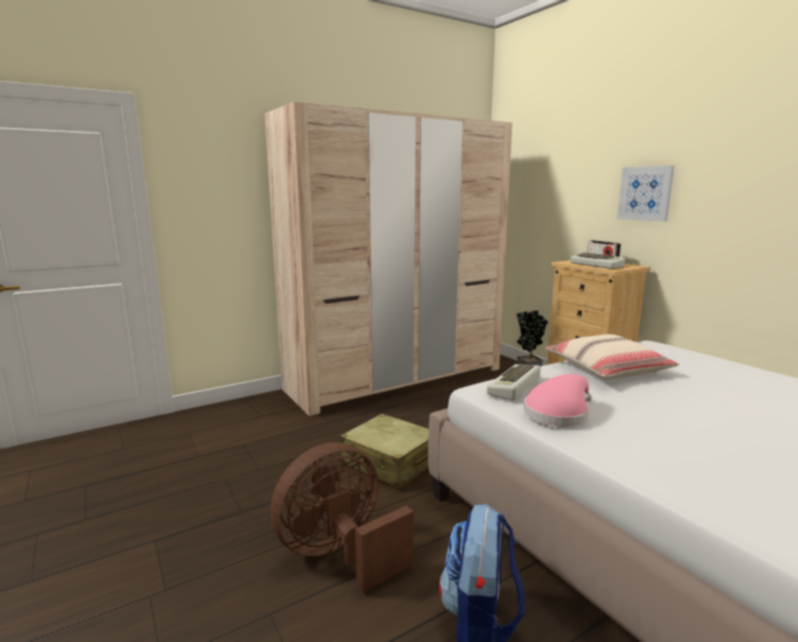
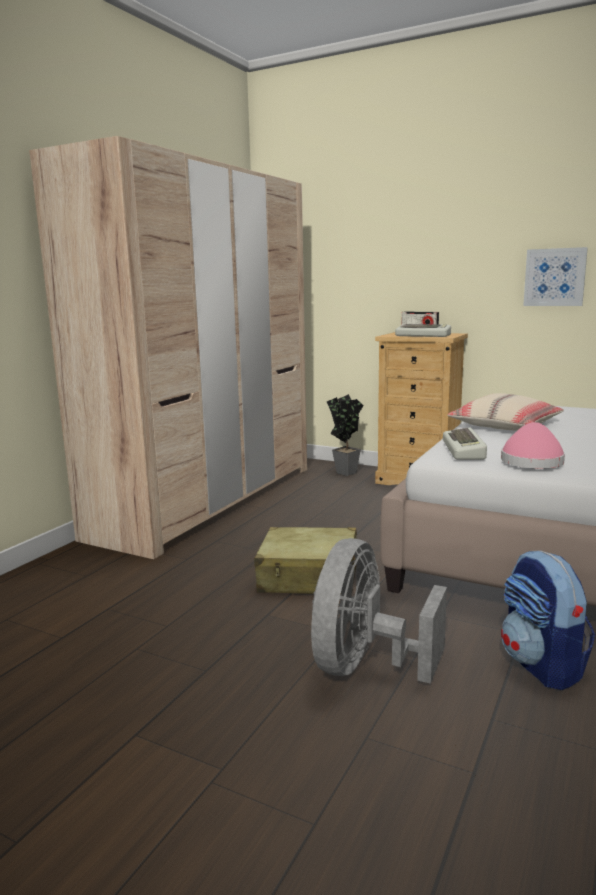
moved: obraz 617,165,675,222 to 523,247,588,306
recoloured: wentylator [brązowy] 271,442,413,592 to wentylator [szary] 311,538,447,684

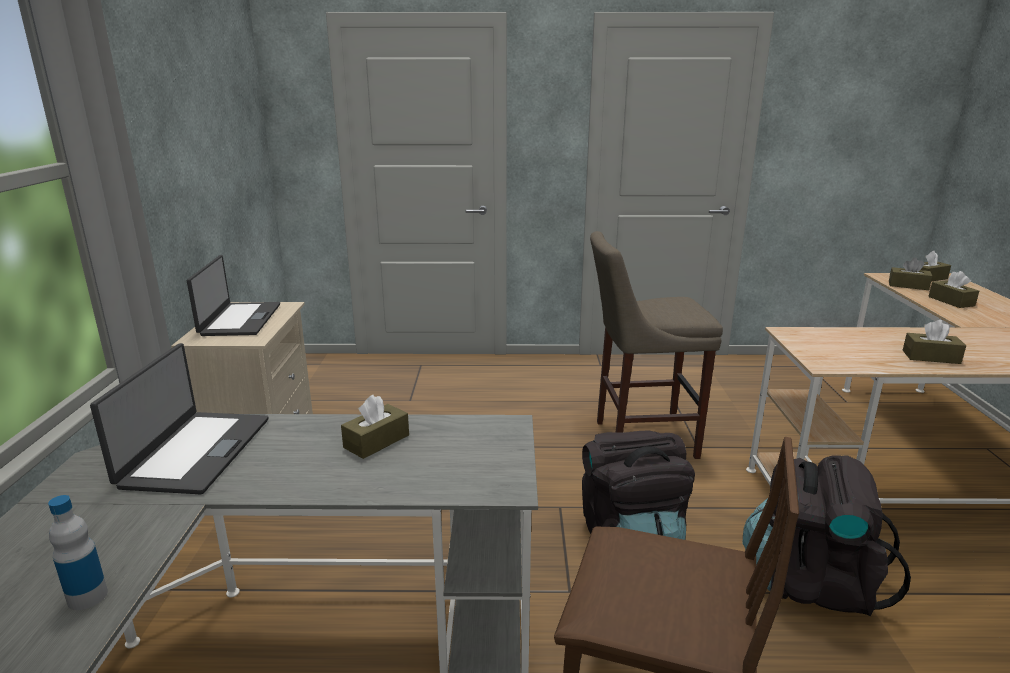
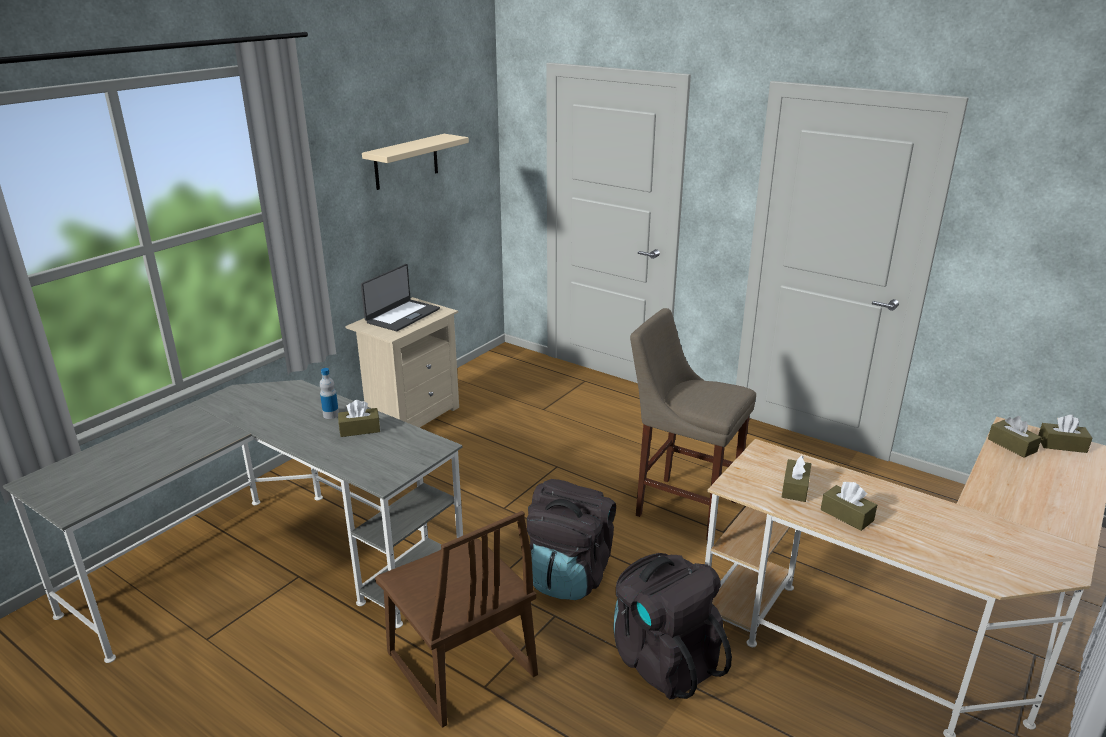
removed: laptop 90,343,268,494
added: półka [beżowy] 362,134,469,190
moved: butelka 48,495,108,610 to 320,368,339,419; pudełko chusteczek [brązowy] 928,271,979,308 to 782,455,811,502

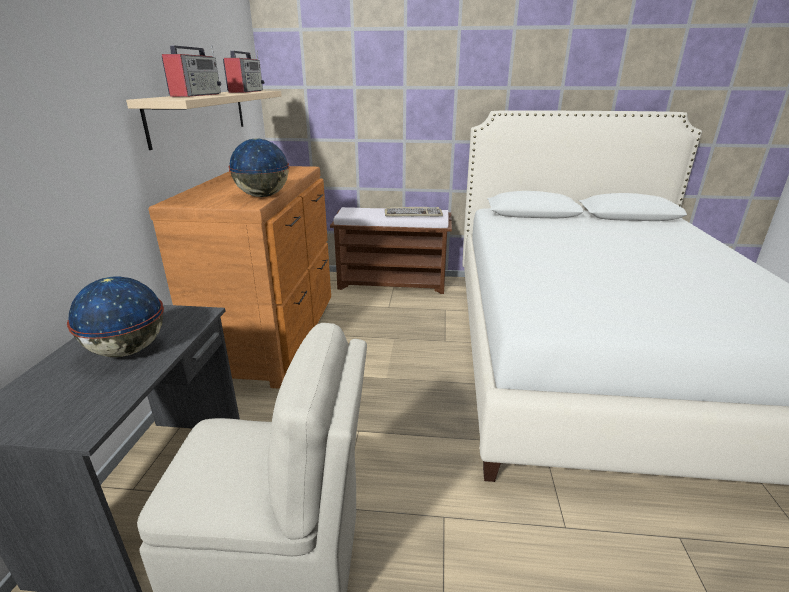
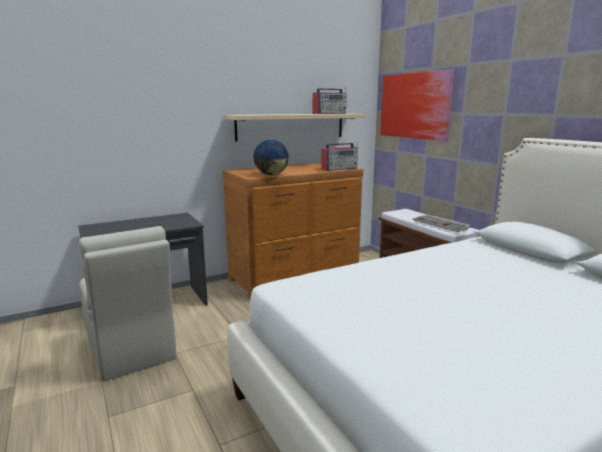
removed: globus 67,276,164,357
added: obraz 380,70,454,141
moved: radio 162,45,221,97 to 321,143,358,171

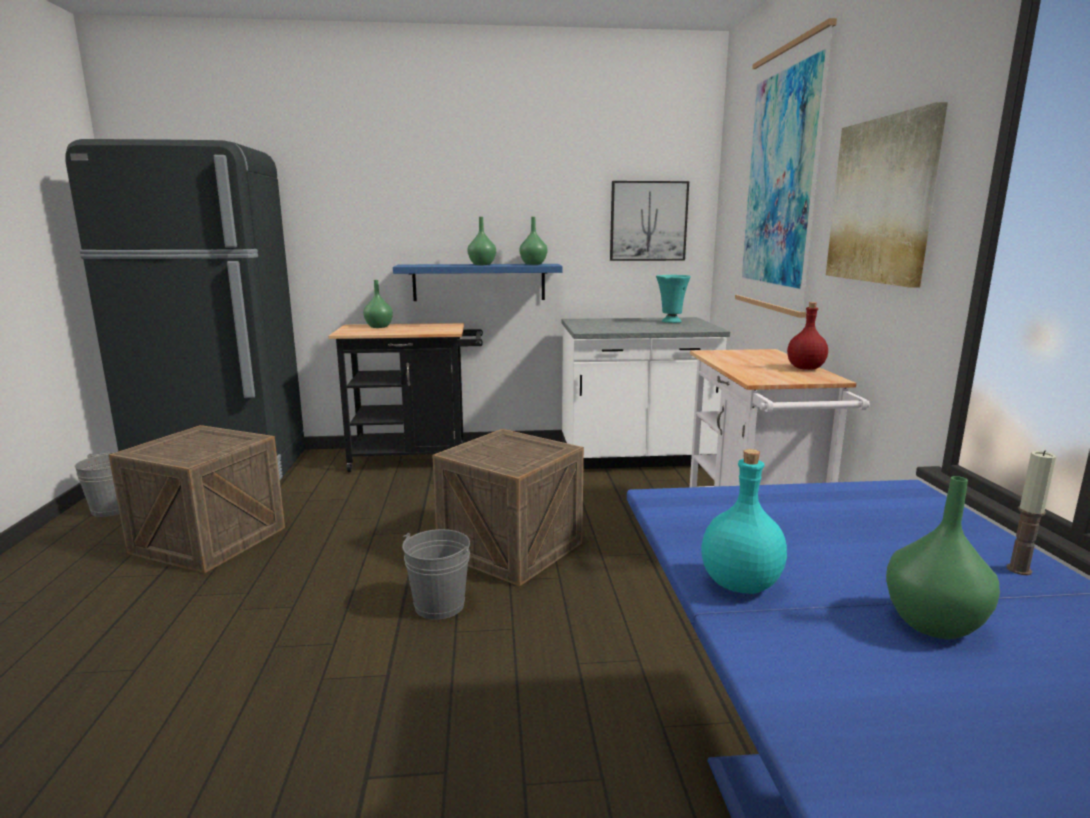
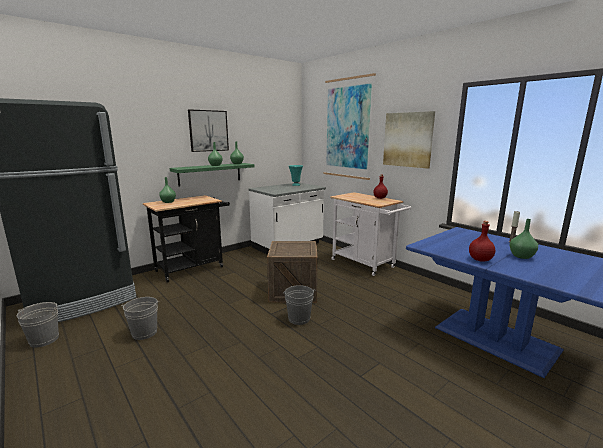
moved: obraz 610,181,689,261 to 188,109,229,152
replaced: skrzynka 109,425,285,573 to wiadro [szary] 120,297,159,340
recoloured: półka [niebieski] 393,264,562,301 to półka [zielony] 170,163,254,187; butelka [turkusowy] 701,449,787,594 to butelka [czerwony] 469,221,495,261

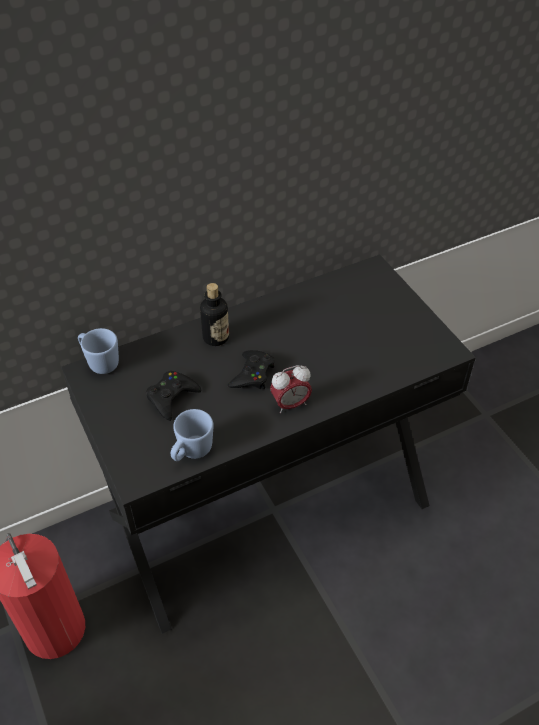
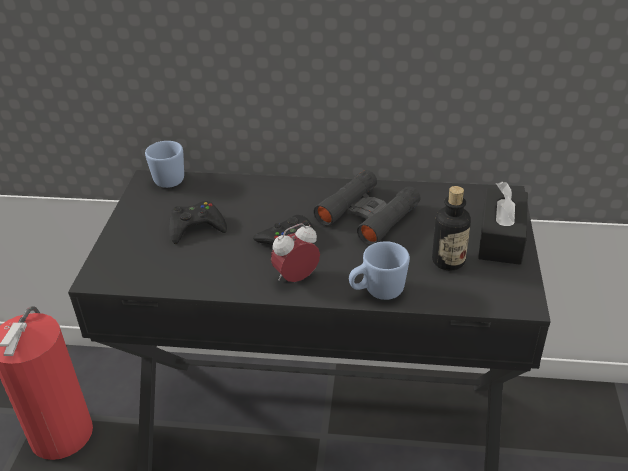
added: lornetka [czarny] 314,170,421,245; pudełko chusteczek [czarny] 478,182,528,265
moved: kubek [niebieski] 171,409,214,461 to 349,241,410,300; butelka 200,283,229,346 to 432,186,471,271
turned: budzik 270,365,312,413 = 271,223,320,282 135 degrees clockwise

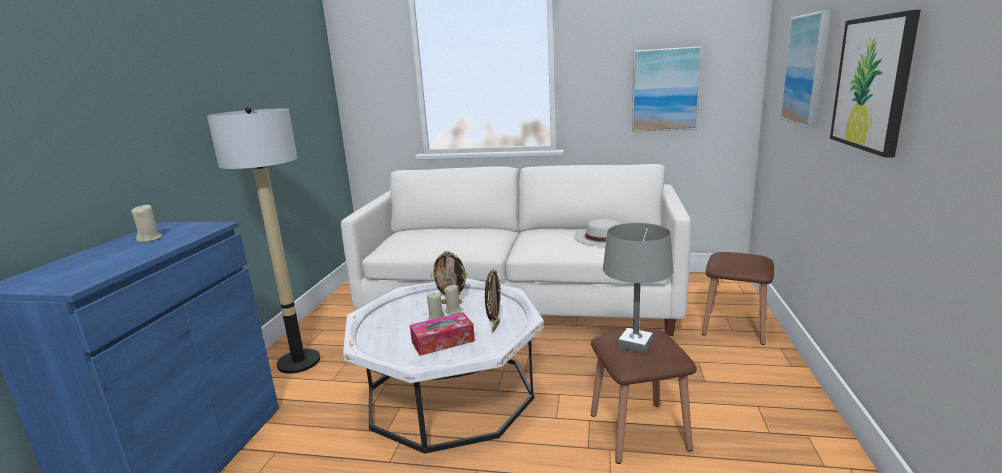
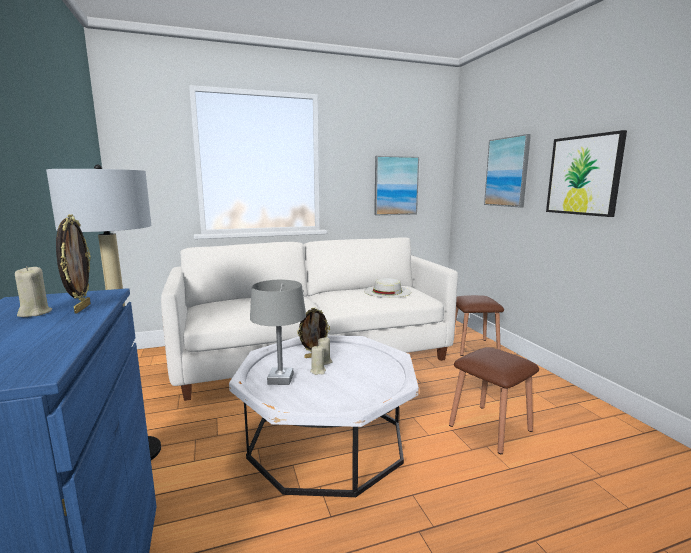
removed: pudełko chusteczek 410,312,475,356
moved: ramka na zdjęcie 485,269,501,332 to 56,214,91,314; lampa stołowa [szary] 603,223,673,354 to 250,280,306,385

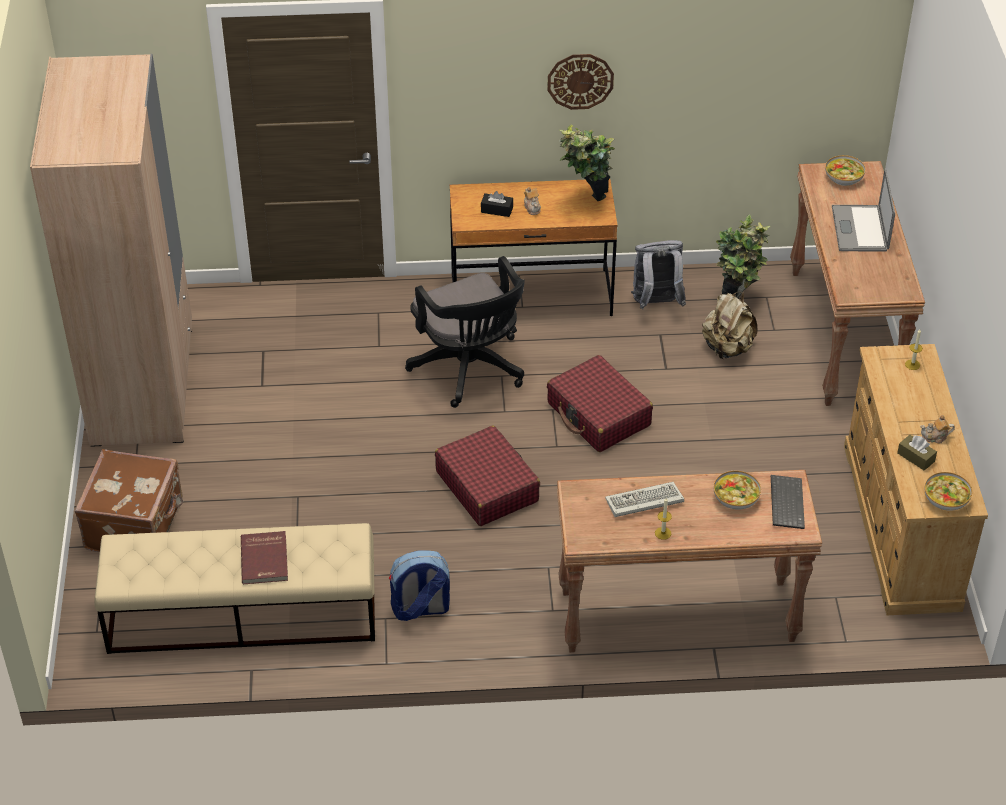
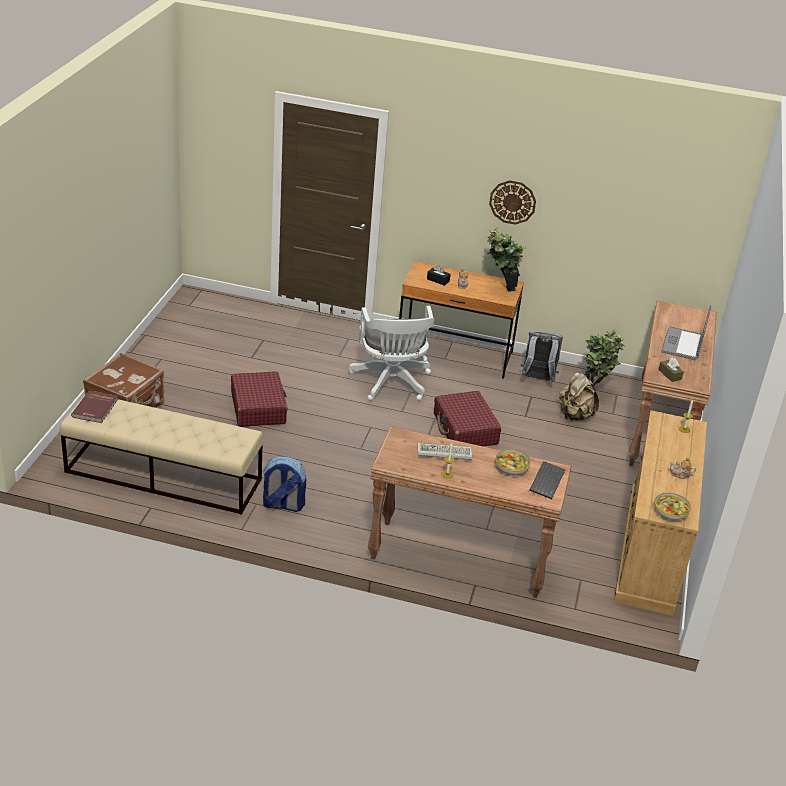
removed: szafa [beżowy] 30,54,192,447; miska 825,155,866,186
moved: książka [czerwony] 241,531,288,584 to 71,391,118,423; walizka [czerwony] 435,426,540,526 to 231,371,287,427; pudełko chusteczek [brązowy] 897,435,937,471 to 658,357,684,382
recoloured: krzesło biurowe [czarny] 405,256,525,408 to krzesło biurowe [biały] 349,306,435,401

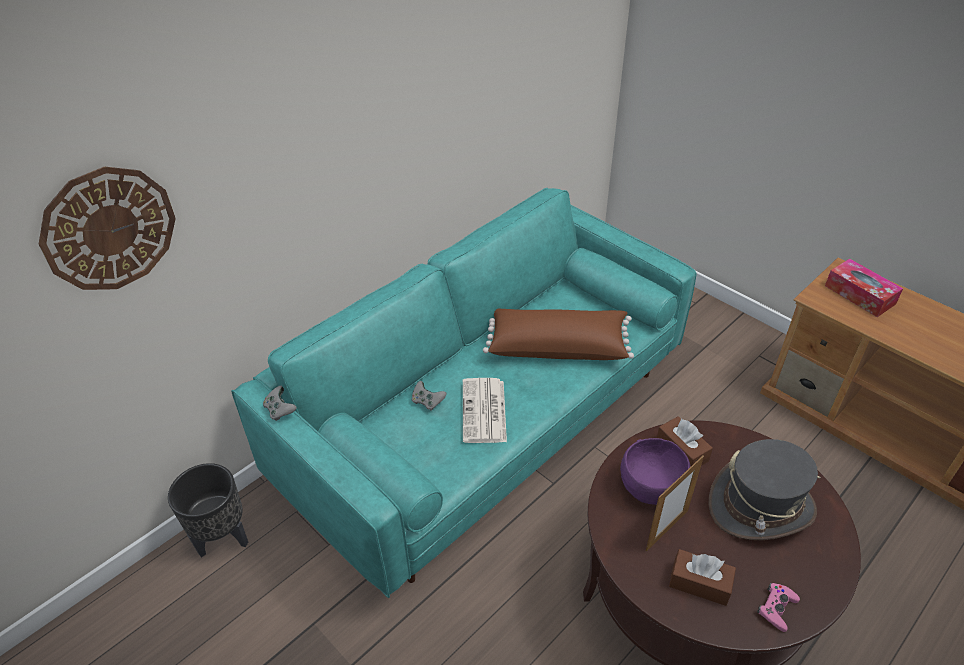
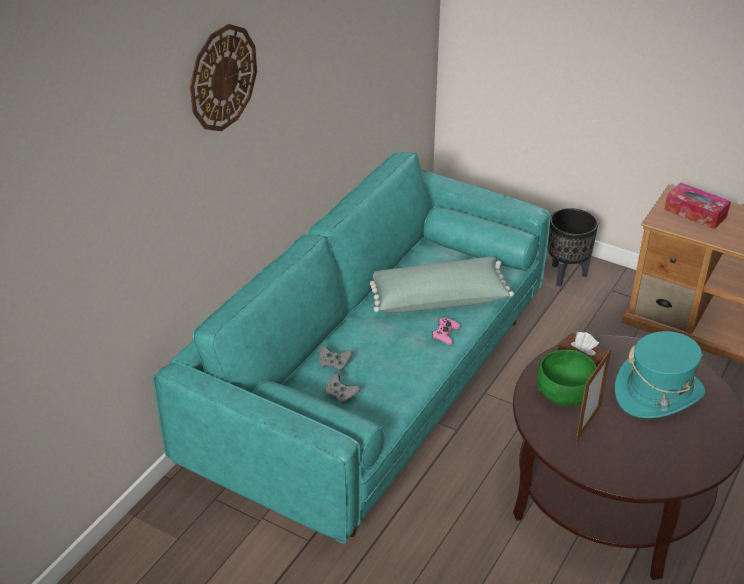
removed: gazeta 463,378,507,443; pudełko chusteczek [brązowy] 669,549,736,606
moved: zegar ścienny 39,167,176,290 to 190,24,257,131; donica [czarny] 168,463,248,558 to 548,208,598,287; pad do gier [szary] 263,386,297,421 to 325,373,360,404; pad do gier [różowy] 757,583,800,632 to 432,318,460,345
recoloured: poduszka [brązowy] 483,309,634,360 to poduszka [zielony] 370,257,514,313; miska [fioletowy] 620,438,691,505 to miska [zielony] 537,350,597,406; kapelusz [szary] 708,439,821,540 to kapelusz [turkusowy] 615,331,705,418

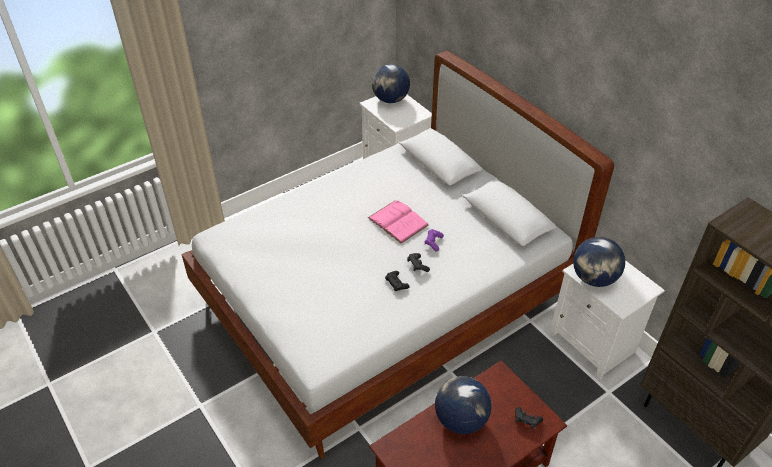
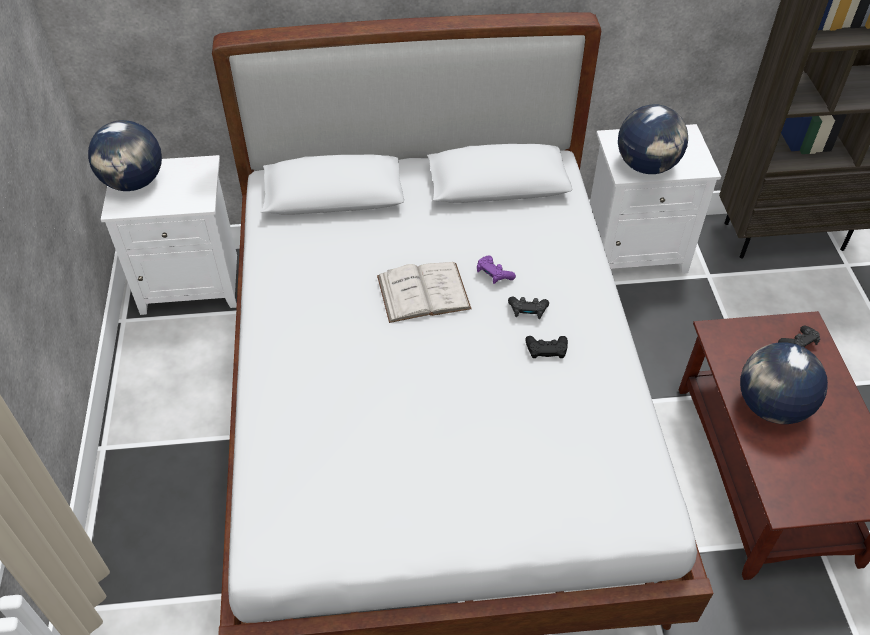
recoloured: książka [różowy] 368,201,429,244 to książka [biały] 377,262,472,323

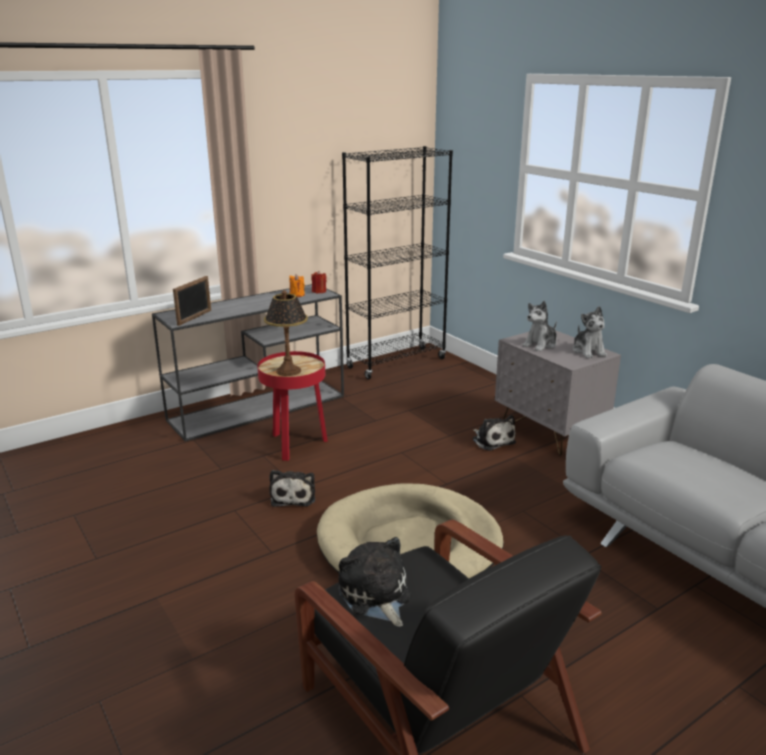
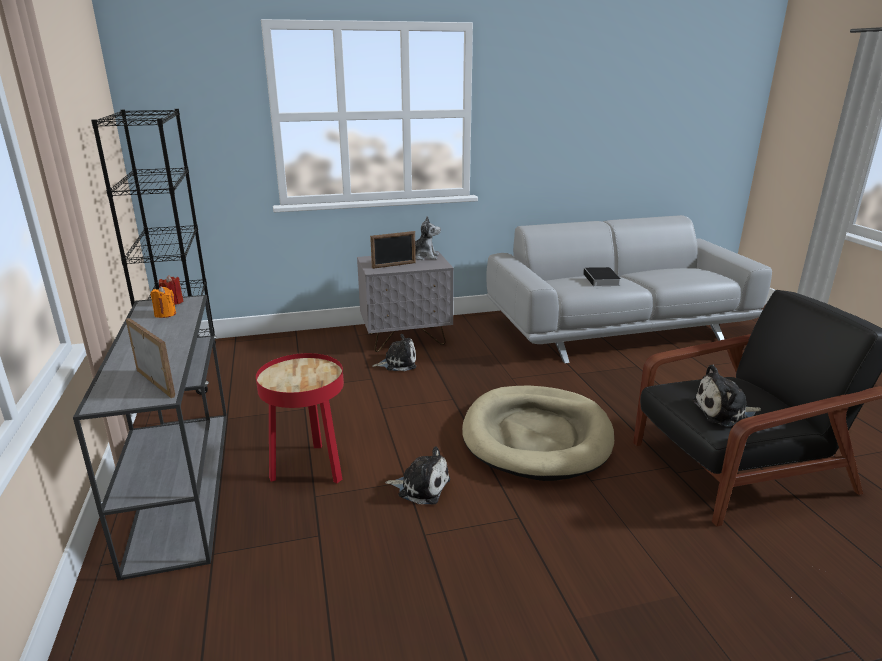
removed: lampa stołowa 264,290,308,376
added: książka 583,267,621,288
replaced: pluszak 522,301,557,351 to ramka na zdjęcie 370,231,416,269

